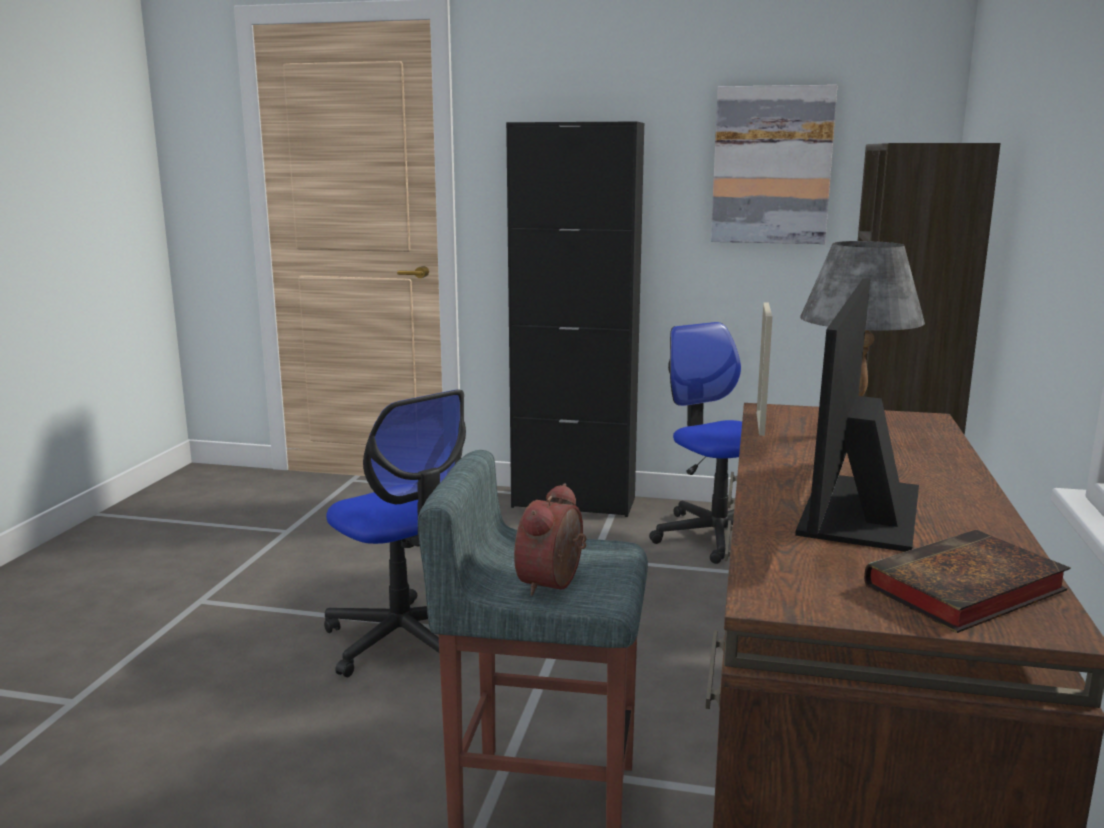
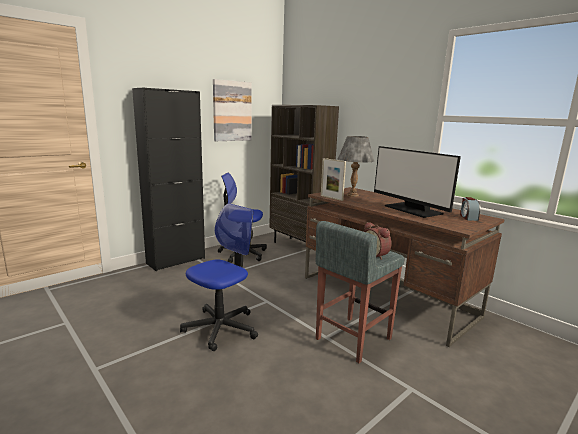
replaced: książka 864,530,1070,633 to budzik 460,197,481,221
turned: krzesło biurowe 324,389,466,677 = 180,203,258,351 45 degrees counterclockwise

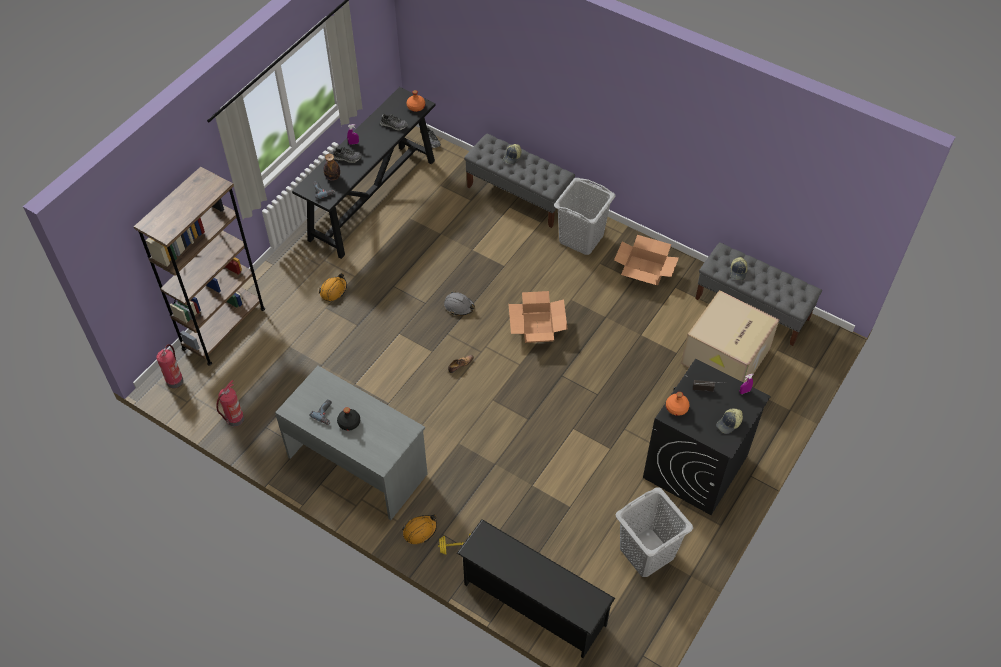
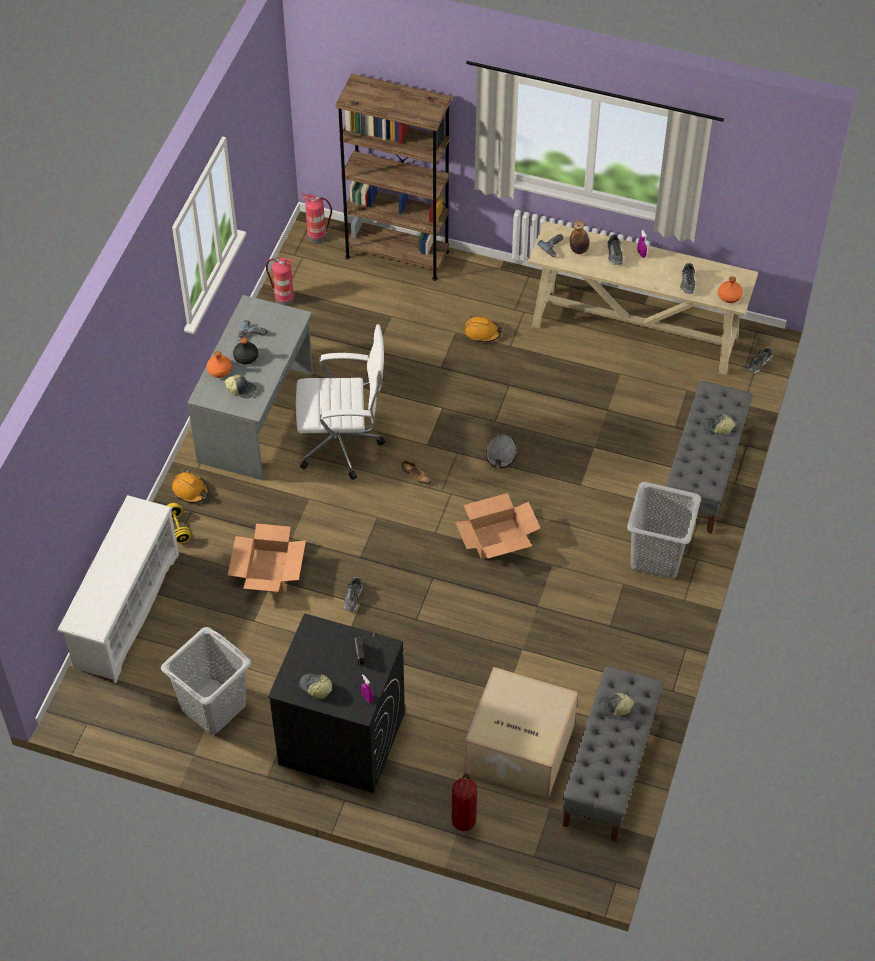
added: czapka z daszkiem 225,375,257,399; krzesło biurowe [biały] 296,324,385,480; but 344,577,363,611; gaśnica 452,773,477,831
moved: karton 614,235,679,285 to 228,524,306,592; butelka [pomarańczowy] 666,392,690,416 to 207,351,232,378
recoloured: stolik konsolowy [czarny] 292,87,435,259 to stolik konsolowy [beżowy] 528,221,758,375; regał na buty [czarny] 457,519,615,658 to regał na buty [biały] 58,495,179,683

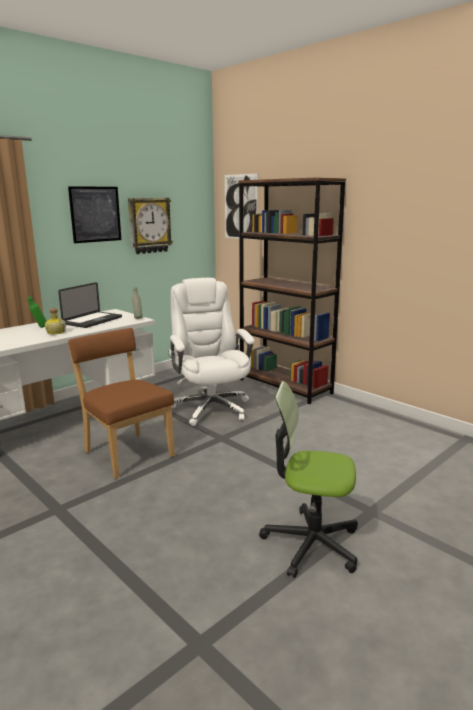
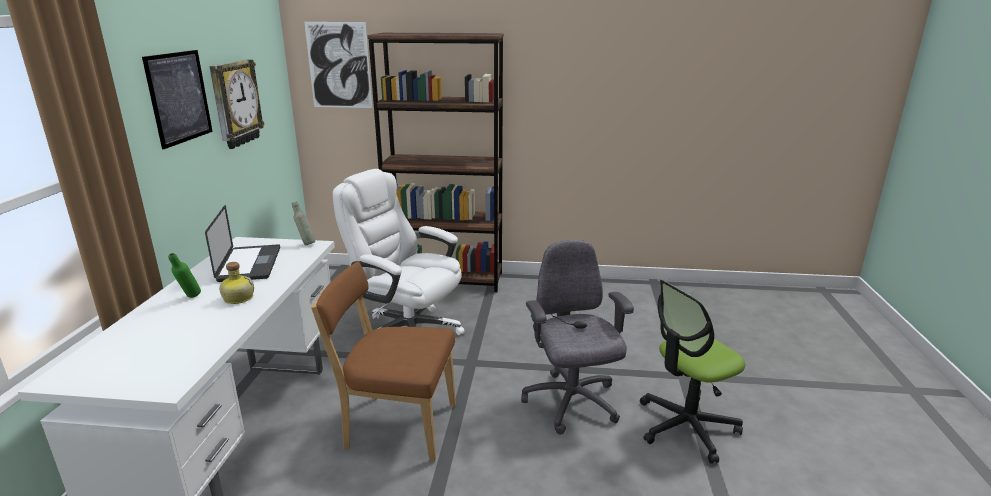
added: krzesło biurowe [szary] 521,240,634,434

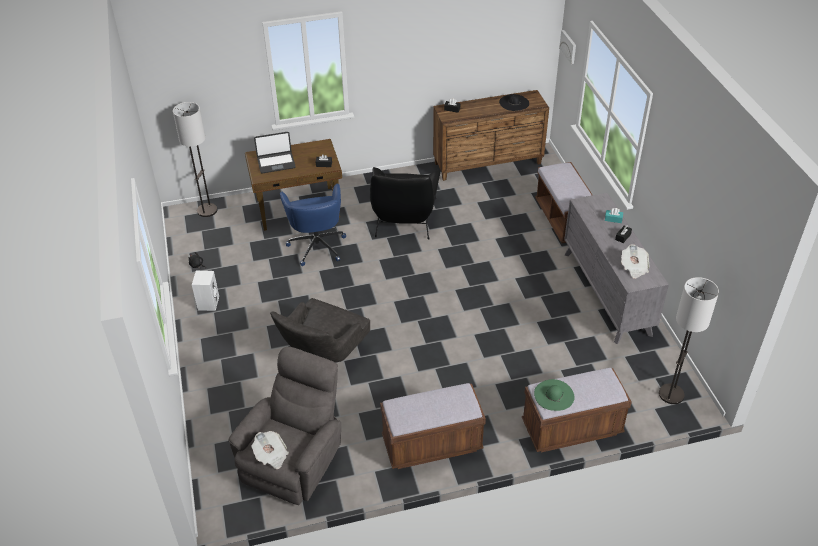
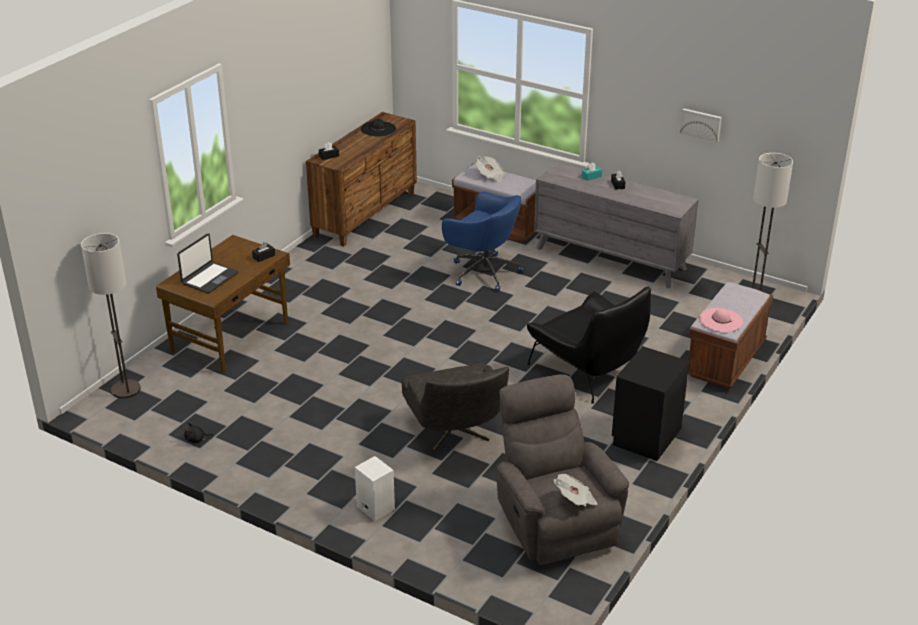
moved: głośnik [biały] 192,271,219,311 to 355,456,395,521; krzesło biurowe [niebieski] 280,184,346,266 to 442,191,524,291; fotel [czarny] 370,167,440,240 to 527,287,651,404; obraz 559,30,576,64 to 680,109,721,143; gazeta 621,244,649,279 to 476,156,505,182
replaced: ławka [brązowy] 380,383,486,469 to szafka nocna [czarny] 612,346,689,461
recoloured: kapelusz [zielony] 534,379,575,411 to kapelusz [różowy] 699,308,743,332

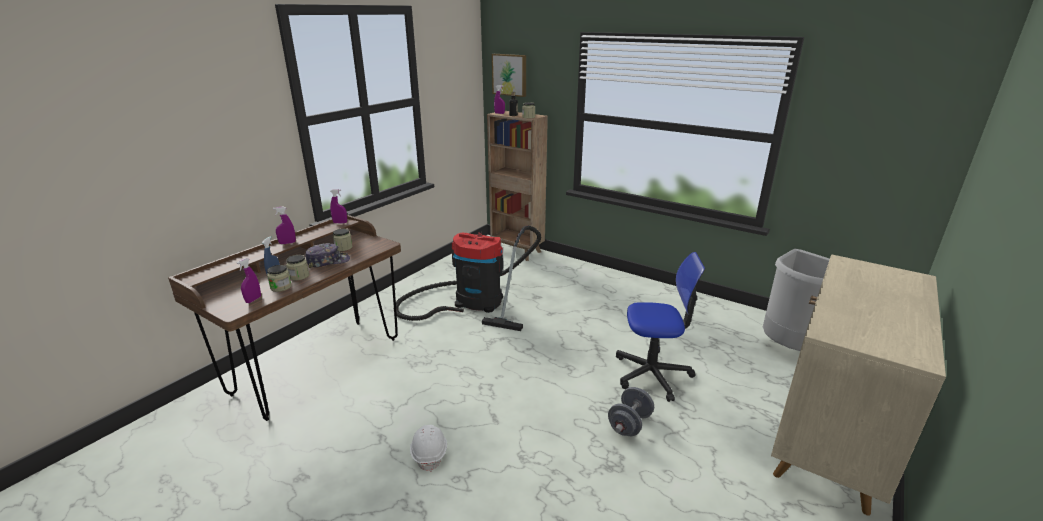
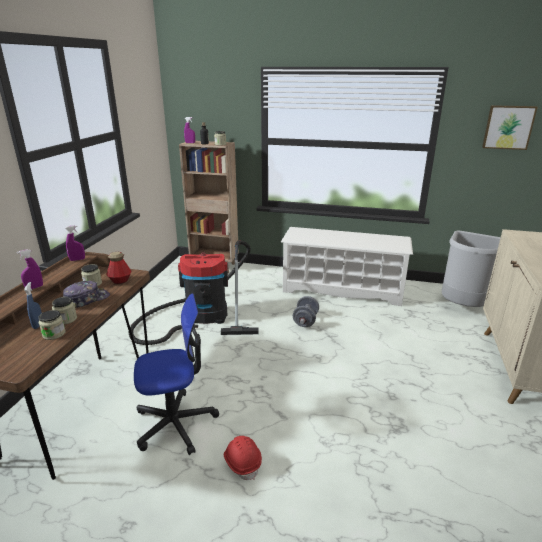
removed: spryskiwacz [fioletowy] 236,258,261,303
added: butelka 106,252,132,284; regał na buty [biały] 281,227,413,306
moved: obraz 492,54,526,97 to 482,105,538,150; hantel [szary] 608,387,654,436 to 293,296,319,327; krzesło biurowe 616,252,705,402 to 134,293,219,455
recoloured: kask [biały] 410,425,447,472 to kask [czerwony] 224,436,262,480

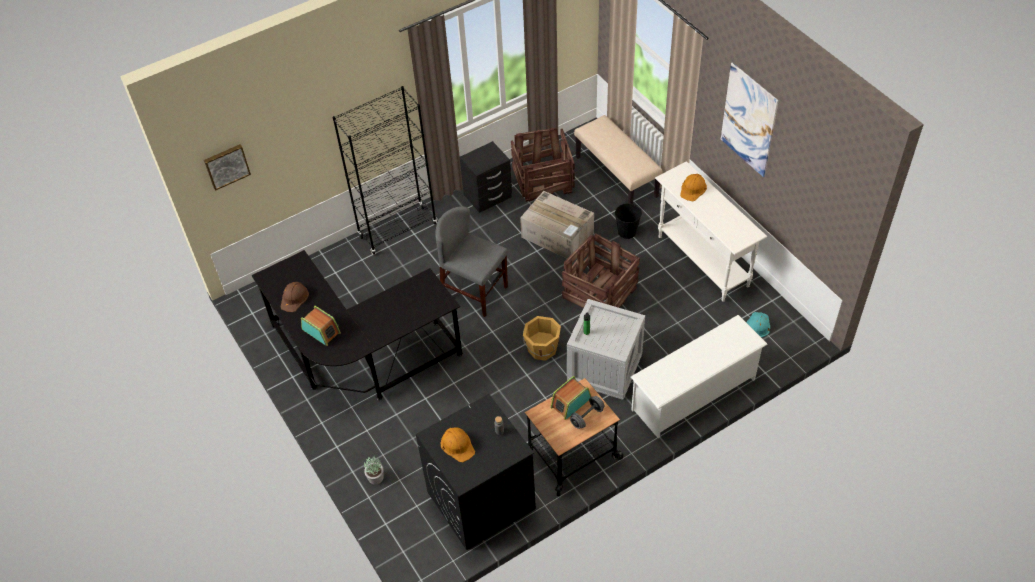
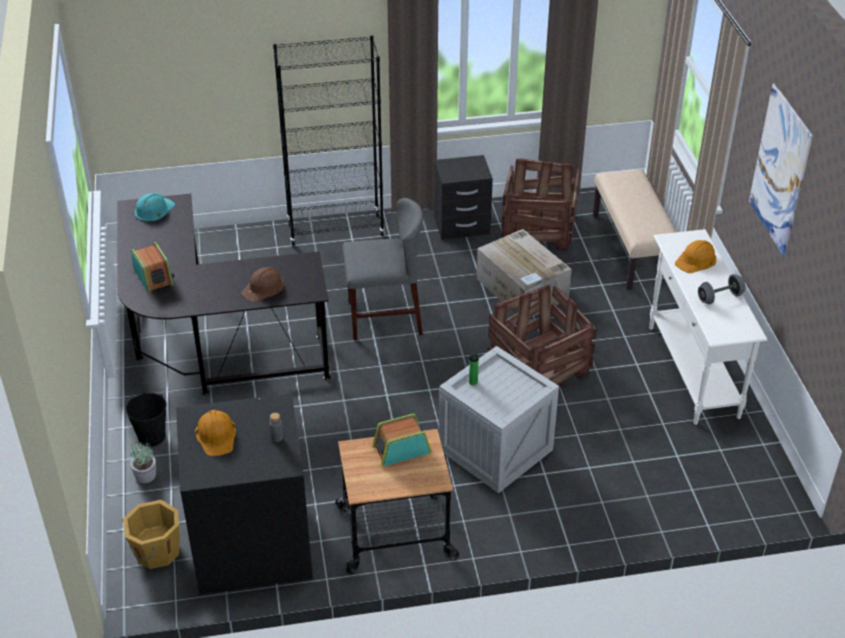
removed: obraz 204,145,251,191; regał na buty [biały] 631,315,768,438
moved: kask [brązowy] 281,282,309,312 to 241,267,284,302; wiadro [pomarańczowy] 523,316,561,361 to 123,500,180,569; hantel [szary] 570,396,605,429 to 698,274,746,304; wiadro [czarny] 615,202,642,239 to 126,393,167,447; kask [turkusowy] 746,312,770,338 to 135,193,175,221
turned: krzesło [szary] 435,207,508,317 = 343,198,423,340 120 degrees clockwise

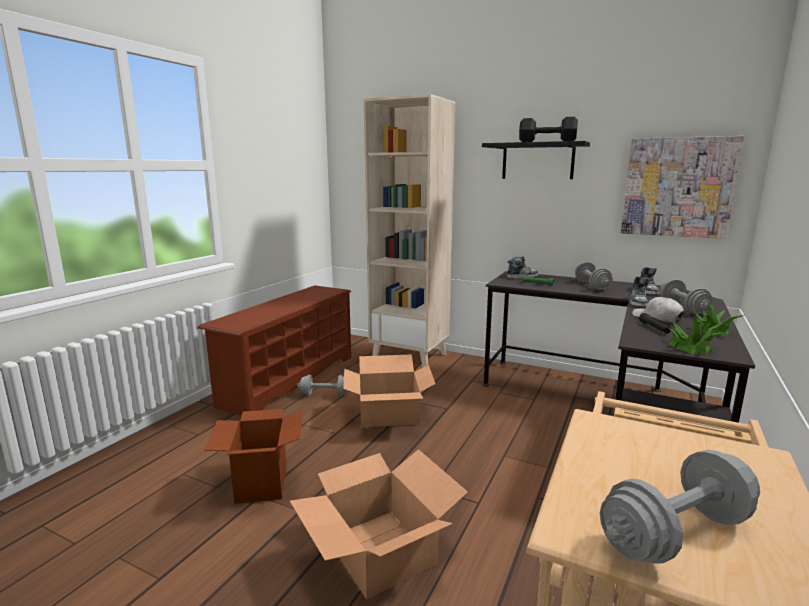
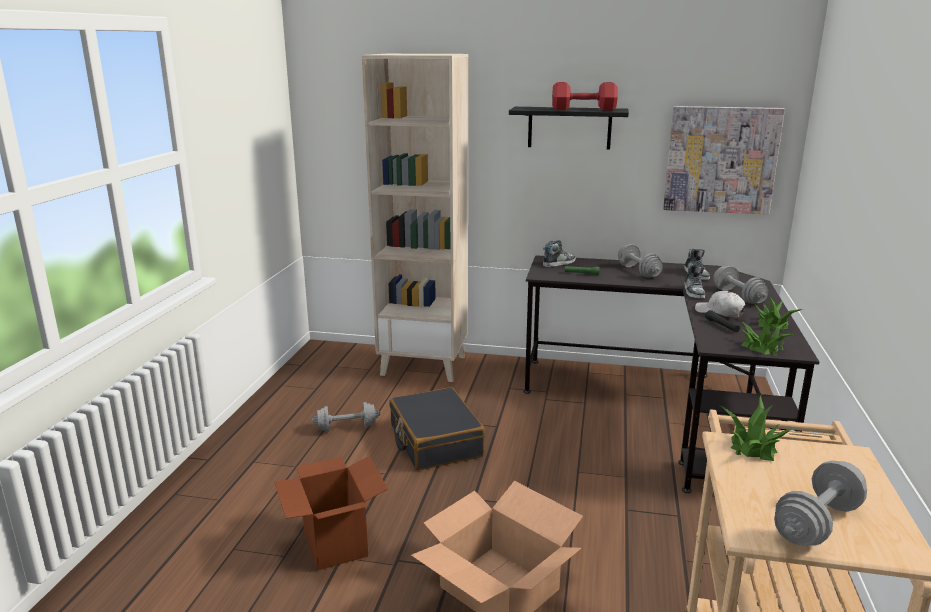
removed: regał na buty [brązowy] 197,285,352,416
added: roślina doniczkowa 720,396,792,461
replaced: karton 343,354,436,427 to walizka [czarny] 389,387,485,470
recoloured: hantel [czarny] 519,117,578,142 to hantel [czerwony] 552,82,618,111

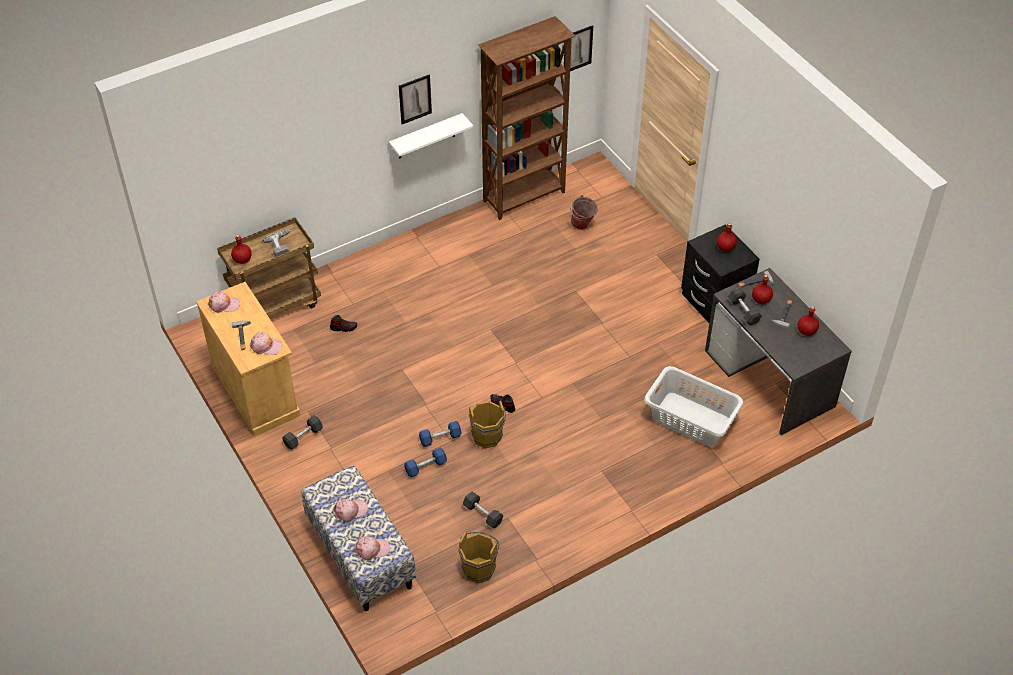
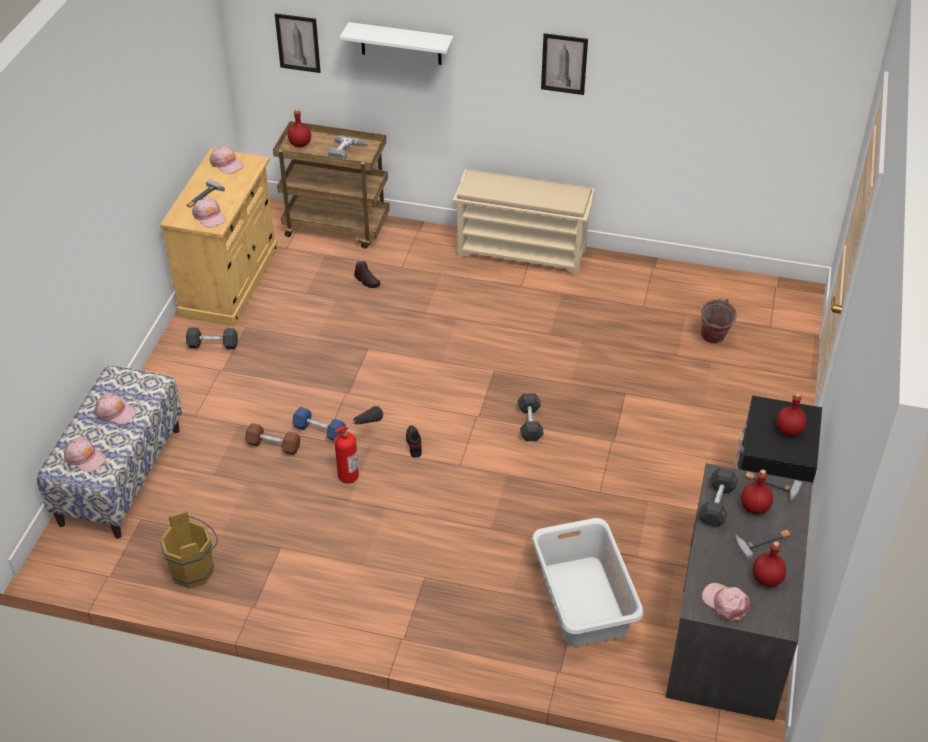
removed: regał [brązowy] 478,16,575,220
added: regał na buty [beżowy] 453,169,595,276; czapka z daszkiem [różowy] 702,583,750,622
moved: półka [biały] 389,113,473,159 to 340,22,454,65; hantel [szary] 463,492,503,528 to 518,393,544,441; obraz 564,25,593,71 to 275,13,321,73
replaced: wiadro [brązowy] 469,401,506,449 to gaśnica 333,406,383,483
recoloured: hantel [niebieski] 404,448,447,477 to hantel [brązowy] 245,423,301,455

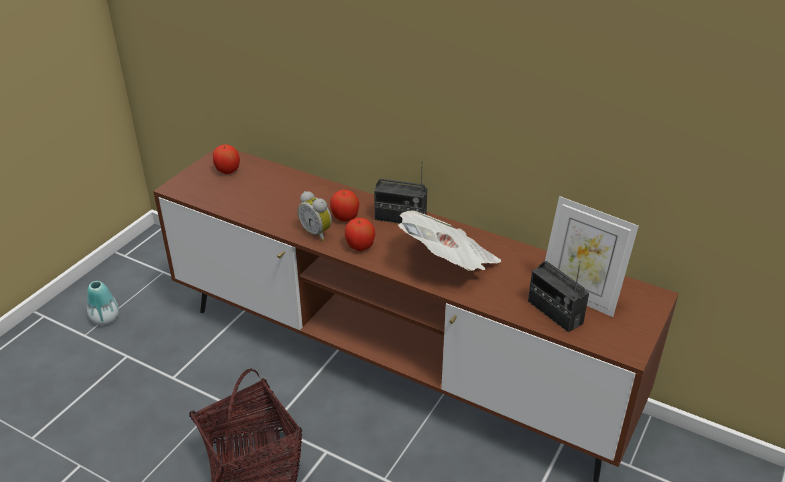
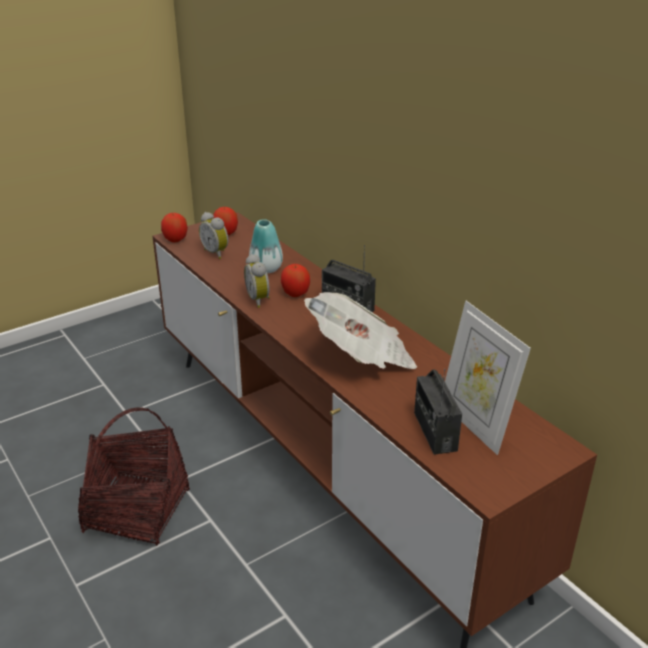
added: budzik 199,212,228,259
moved: wazon 87,281,119,325 to 249,219,283,274; jabłko 345,218,375,251 to 161,213,188,243

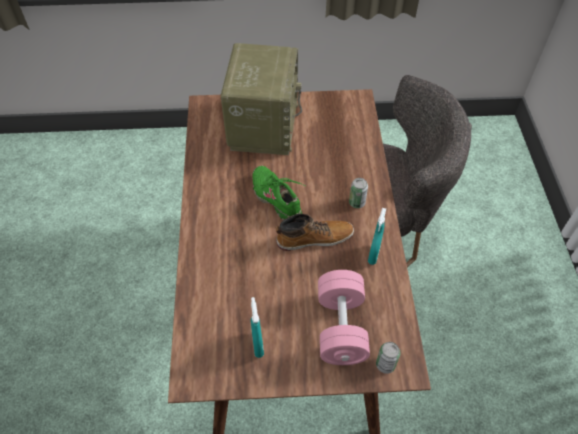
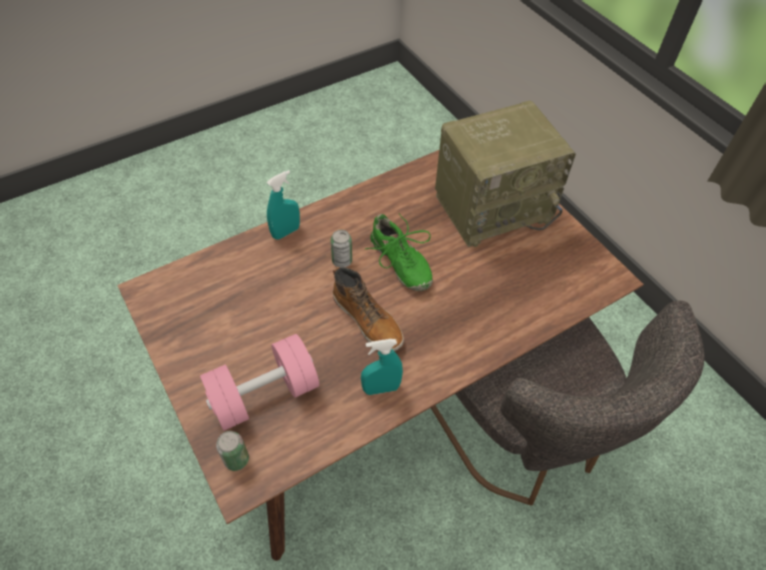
moved: spryskiwacz [turkusowy] 251,297,264,358 to 267,170,300,240; puszka 349,178,368,208 to 330,230,352,268
turned: but [zielony] 252,166,305,220 = 364,213,433,291 120 degrees clockwise

